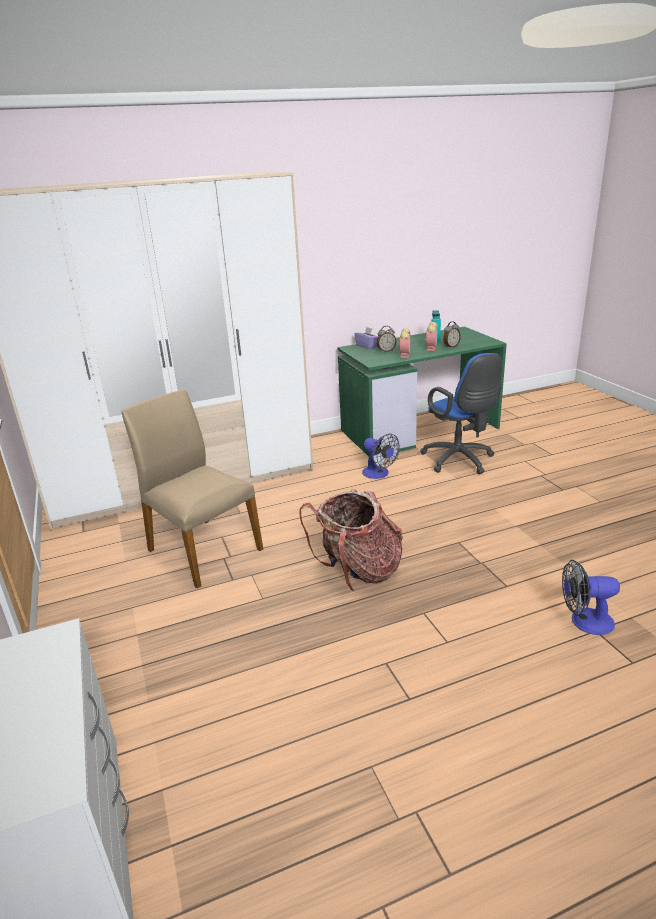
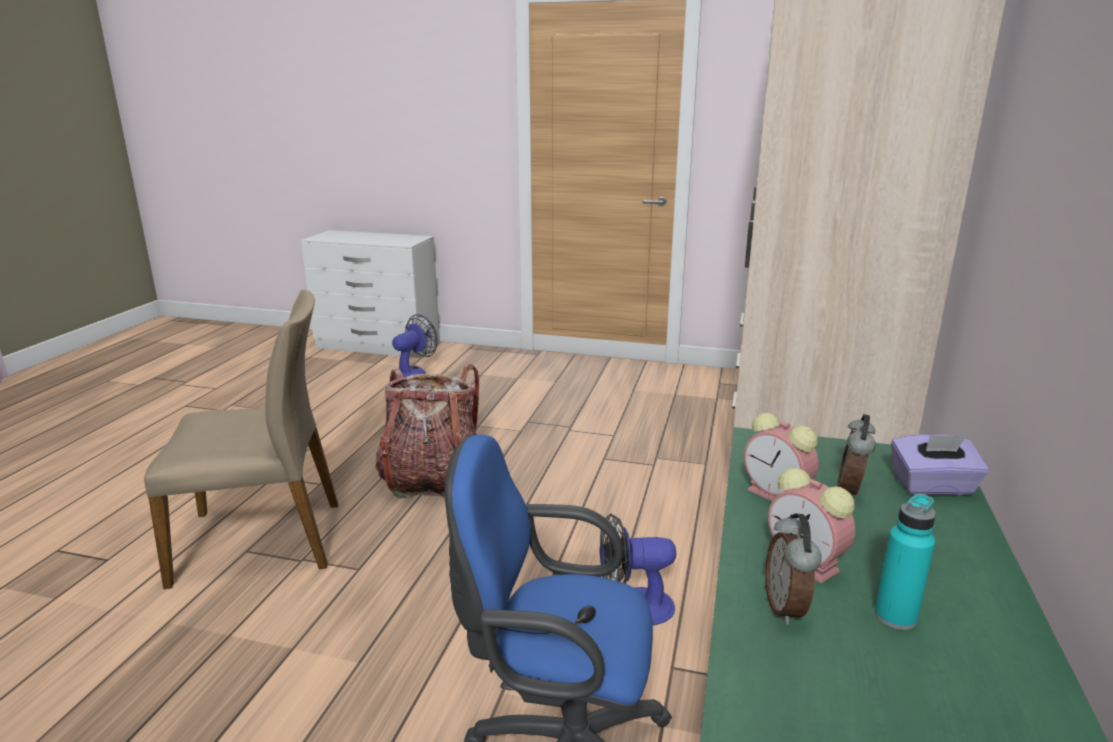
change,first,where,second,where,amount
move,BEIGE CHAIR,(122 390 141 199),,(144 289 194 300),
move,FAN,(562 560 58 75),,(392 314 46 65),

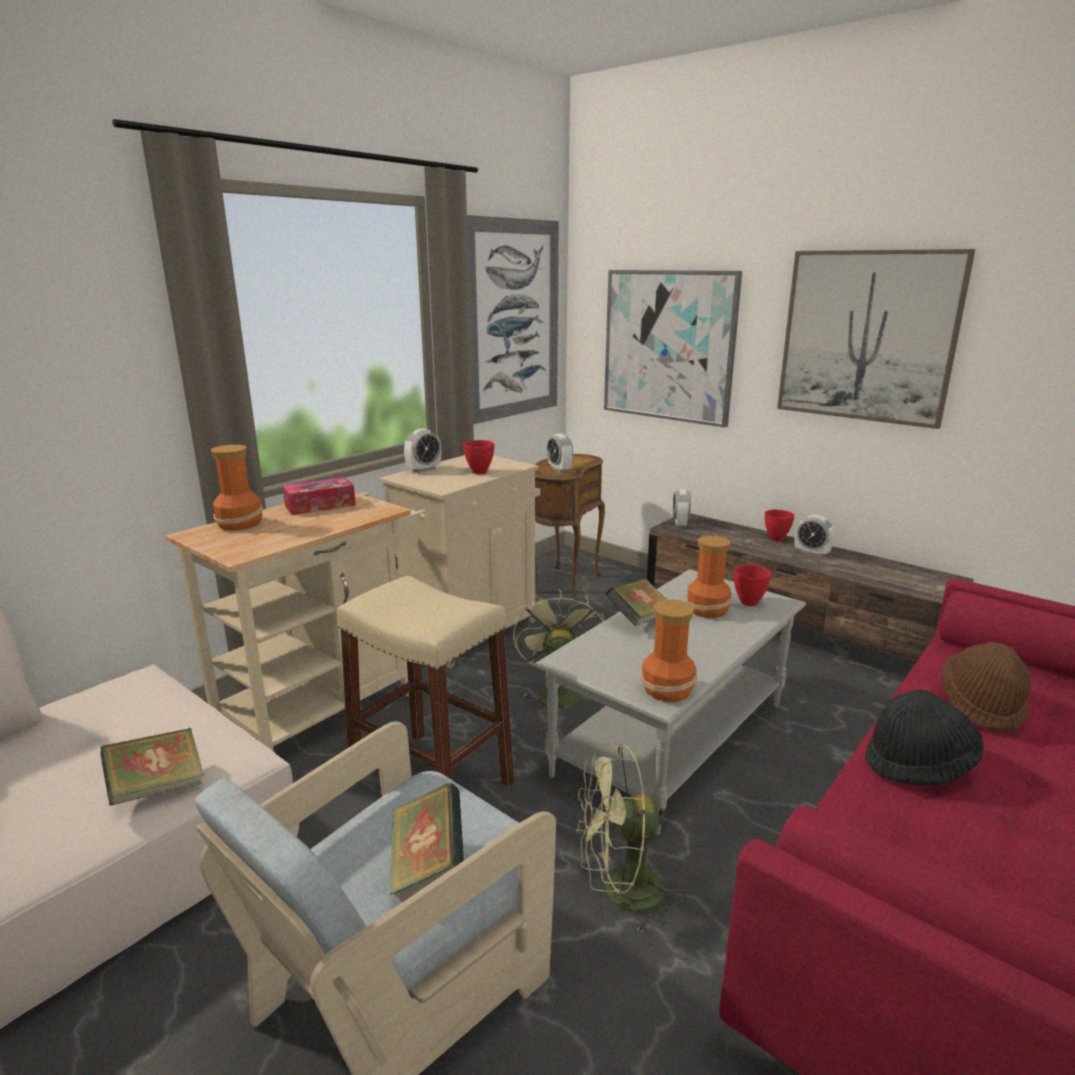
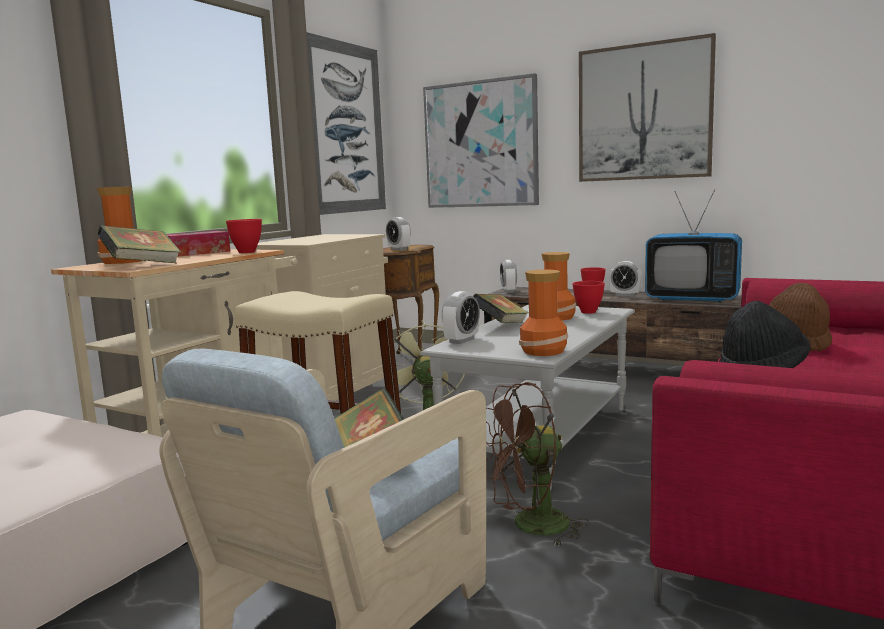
change,first,where,second,where,amount
move,BOOK,(100 728 104 78),,(98 225 83 39),
move,RED BOWL,(463 440 32 34),,(226 219 36 34),
move,ALARM CLOCK,(404 428 37 45),,(442 291 38 53),
recolor,GREEN FAN,(577 745 108 189),BROWN FAN,(486 382 103 165),
insert,,,TELEVISION,(645 190 97 112),

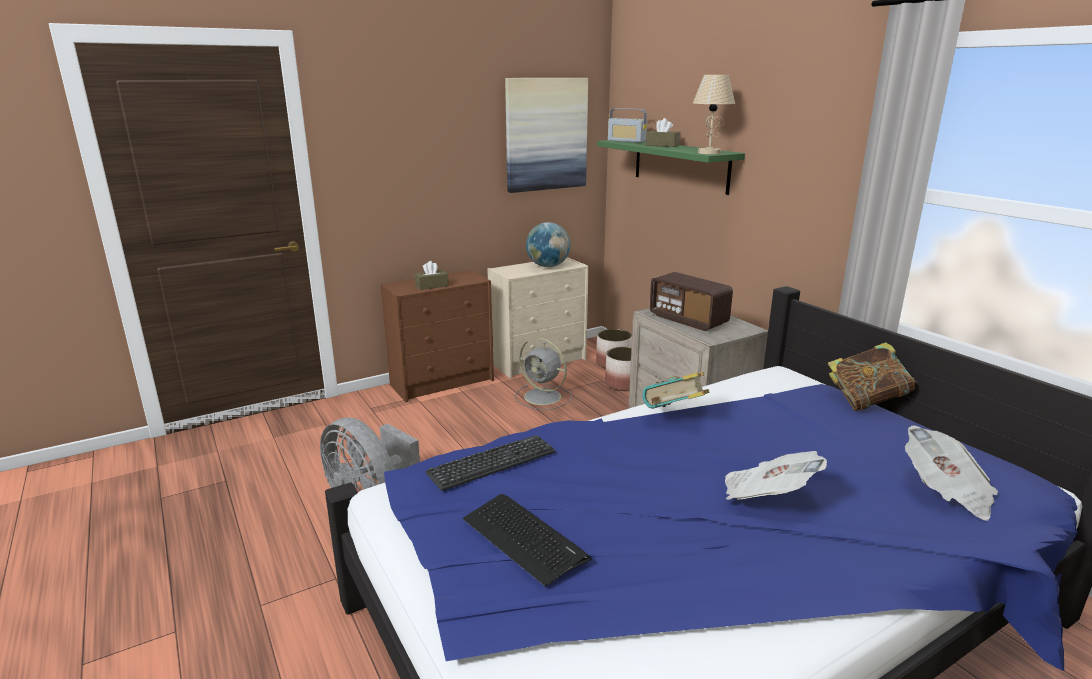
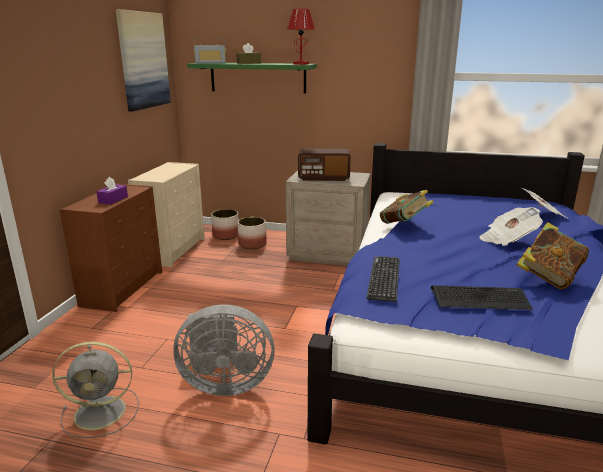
change,first,where,second,where,amount
move,GREY FAN,(515 338 57 72),,(52 341 87 97),
recolor,BROWN TISSUE BOX,(415 261 34 29),PURPLE TISSUE BOX,(97 177 31 28),
recolor,BEIGE TABLE LAMP,(693 75 42 79),RED TABLE LAMP,(287 9 28 56),
move,BOOK,(828 342 90 69),,(516 222 73 67),
delete,GLOBE,(526 222 45 45),,,

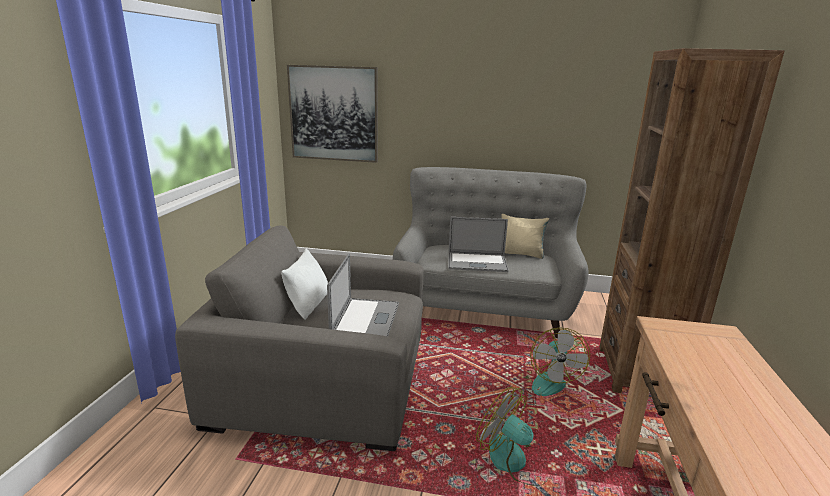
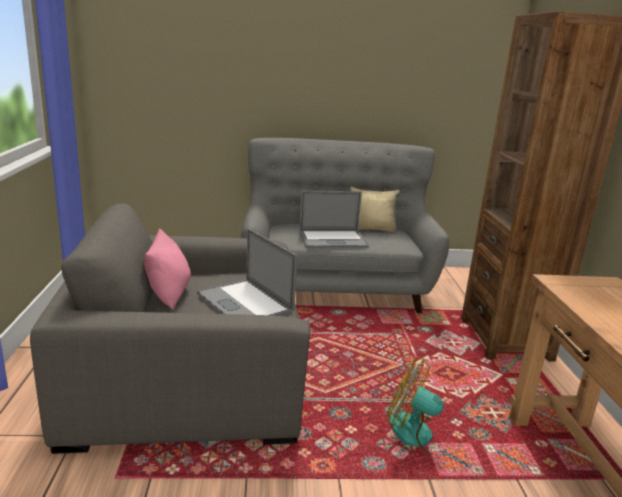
change,first,where,second,where,amount
recolor,WHITE PILLOW,(281 248 47 72),PINK PILLOW,(144 228 47 82),
rotate,LAPTOP,(327 253 72 84),,(197 228 100 88),150 degrees clockwise
delete,PICTURE,(287 65 91 98),,,
delete,FAN,(524 327 66 69),,,

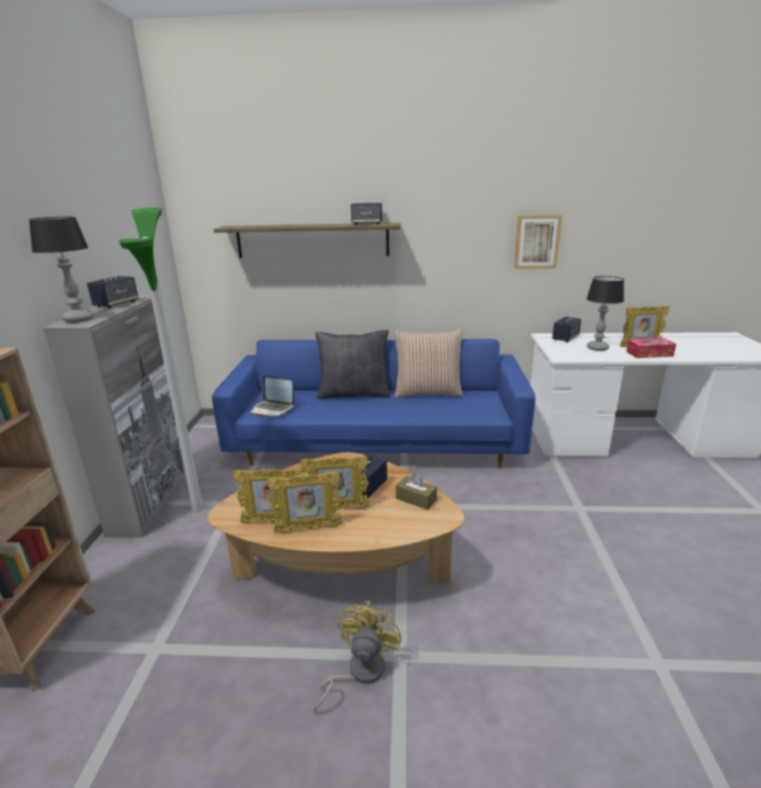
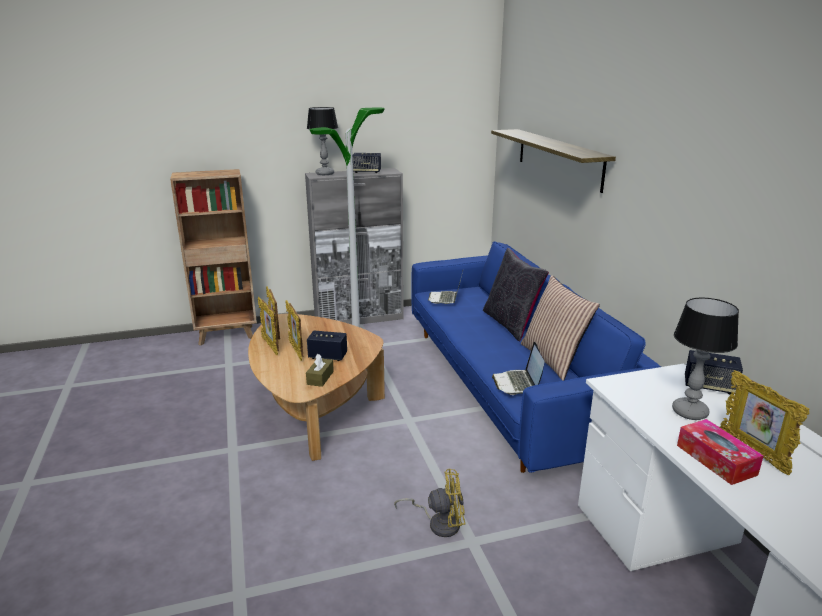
change,first,where,second,where,amount
move,YELLOW FAN,(314 601 87 110),,(394 469 71 68),
insert,,,LAPTOP,(492 342 53 53),
delete,SPEAKER,(351 202 31 23),,,
delete,PICTURE,(514 215 48 54),,,

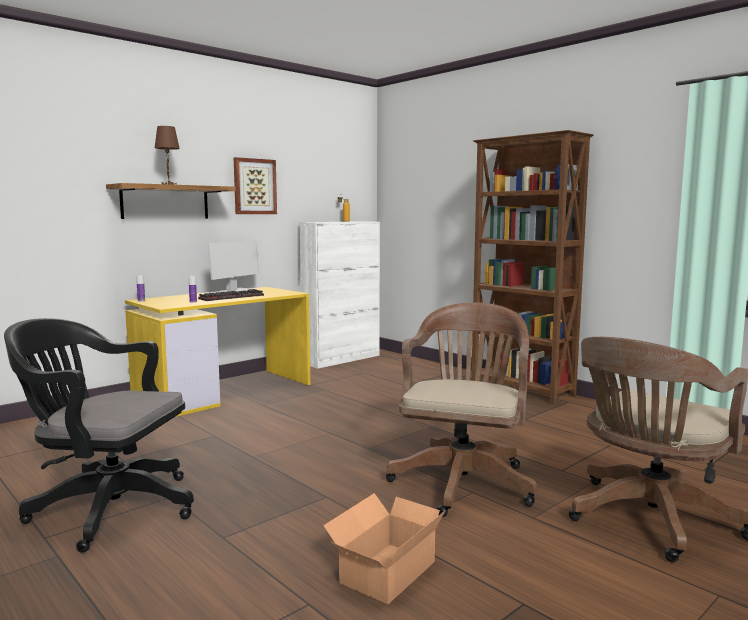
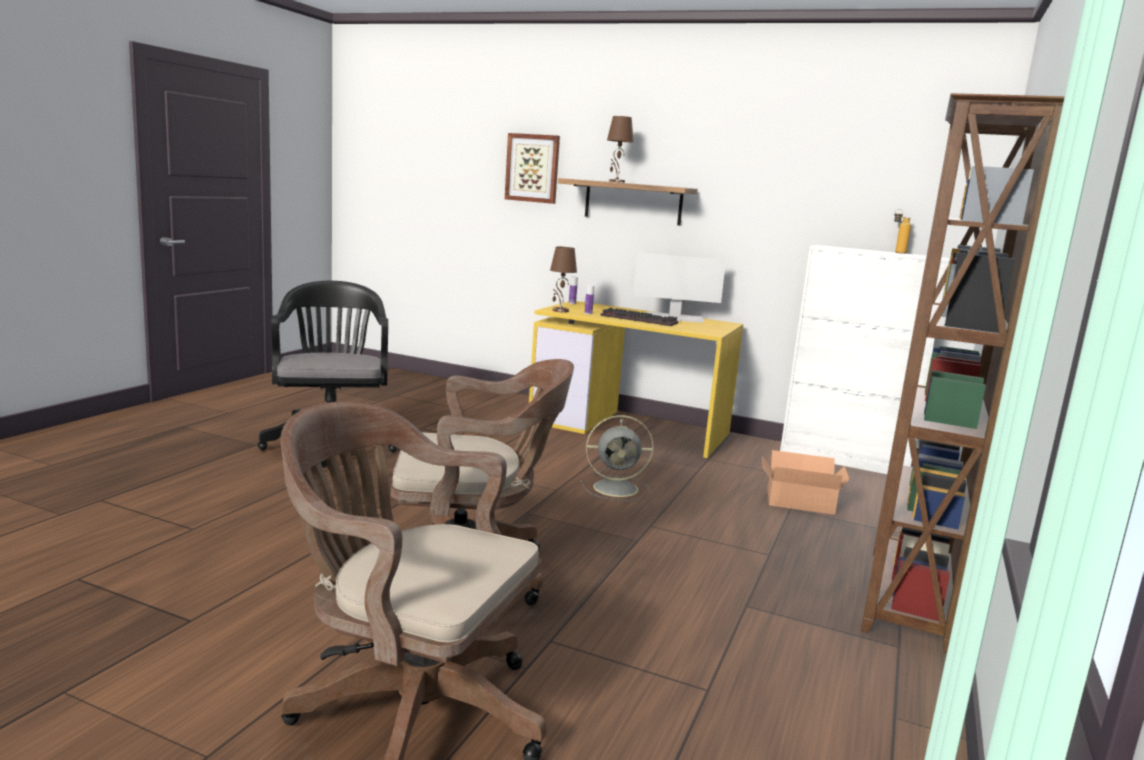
change,first,where,second,where,amount
move,PICTURE,(234 157 43 57),,(505 133 55 71),
insert,,,BROWN TABLE LAMP,(550 247 27 65),
insert,,,GREY FAN,(580 415 73 86),
move,CARDBOARD BOX,(323 493 122 111),,(762 450 88 65),

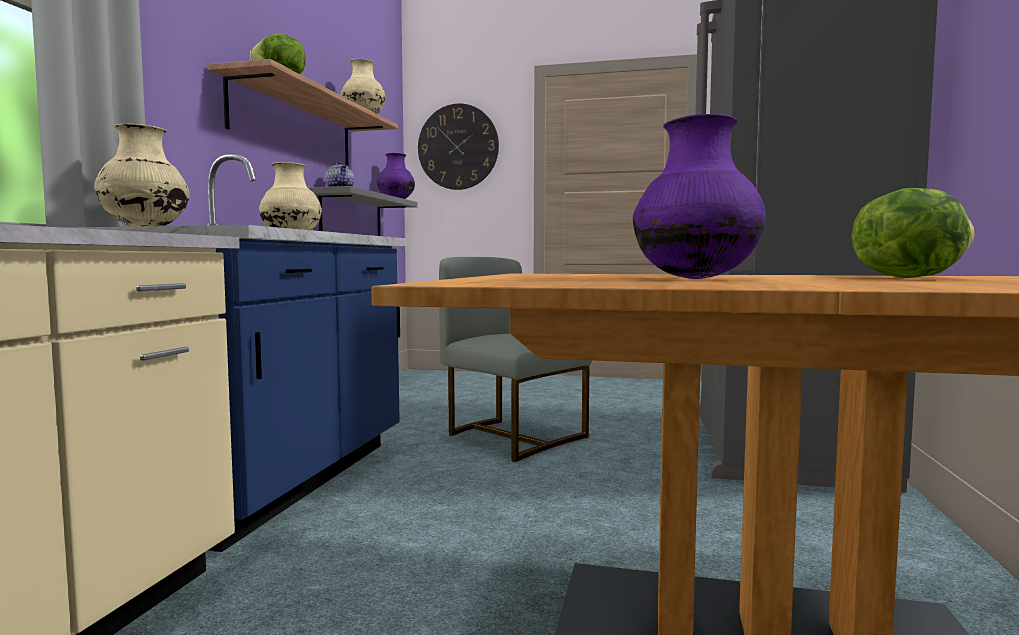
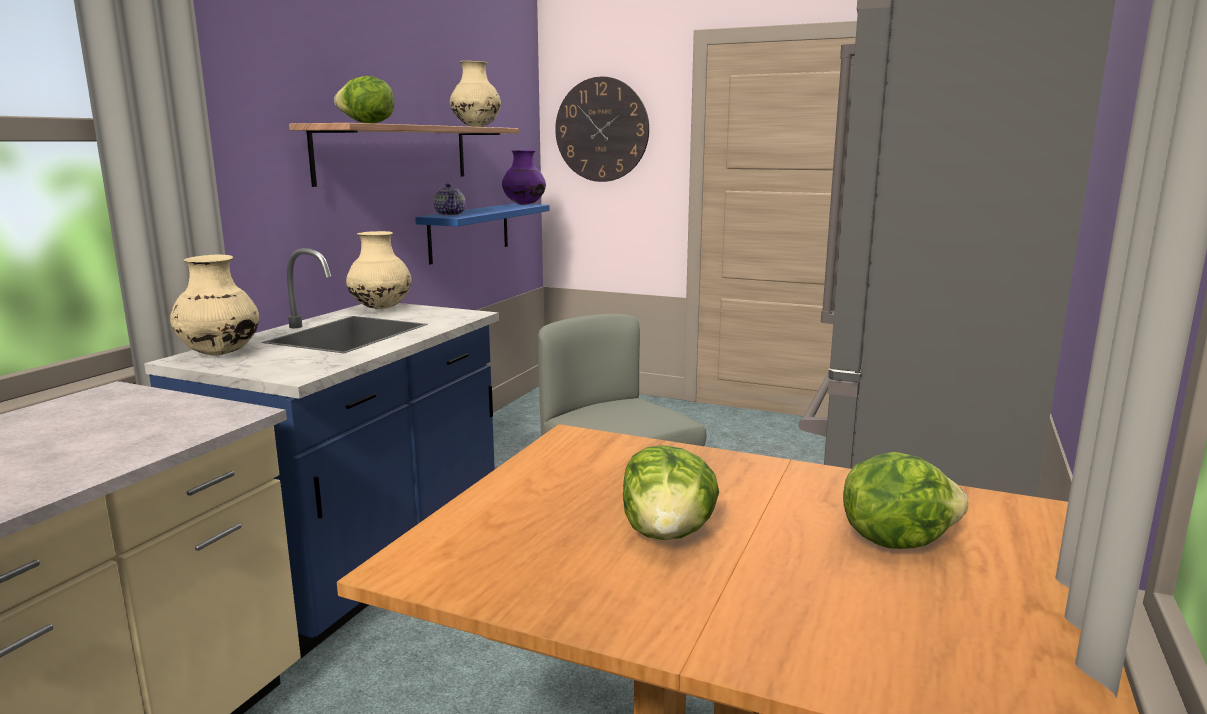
change,first,where,second,where,amount
recolor,GREY SHELF,(310 186 108 50),BLUE SHELF,(415 203 135 62),
replace,PURPLE VASE,(633 114 133 165),LETTUCE,(623 445 96 95),

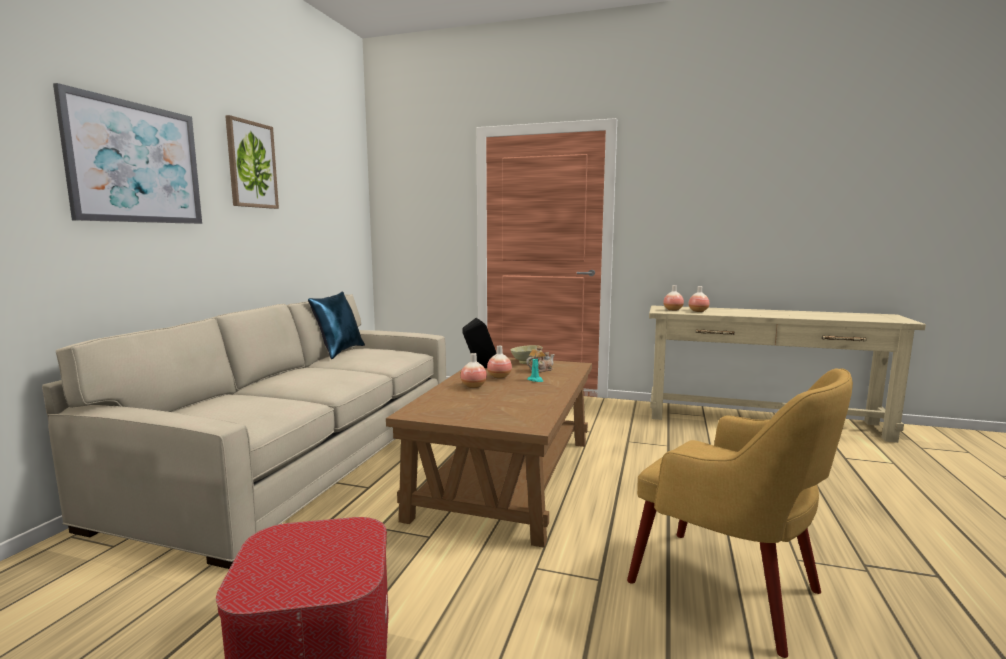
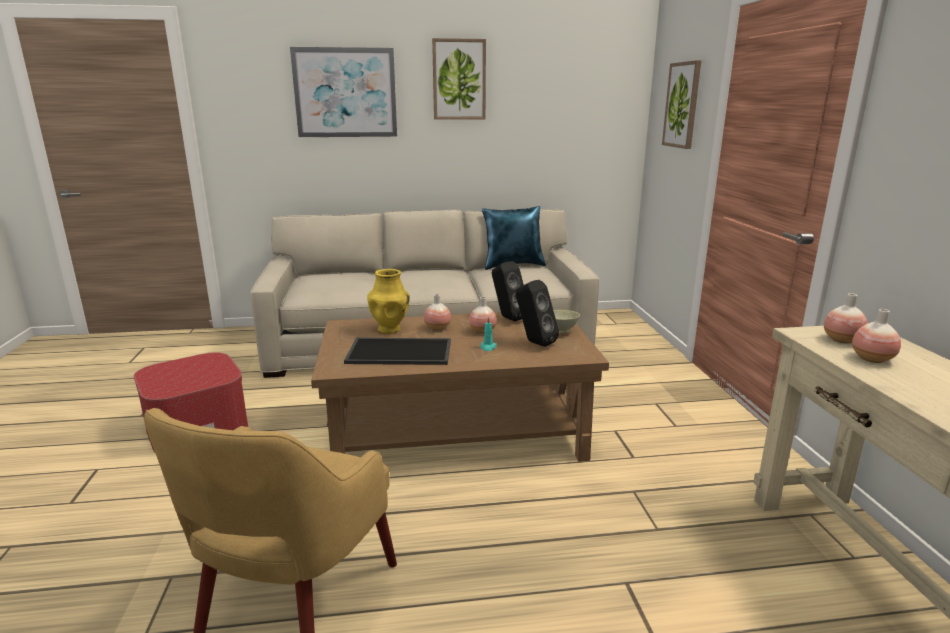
change,first,where,second,where,amount
insert,,,TRAY,(344 338 107 27),
insert,,,YELLOW VASE,(367 269 43 65),
replace,TEAPOT,(526 346 29 27),BLACK SPEAKER,(516 280 43 67),
insert,,,PICTURE,(662 60 39 89),

